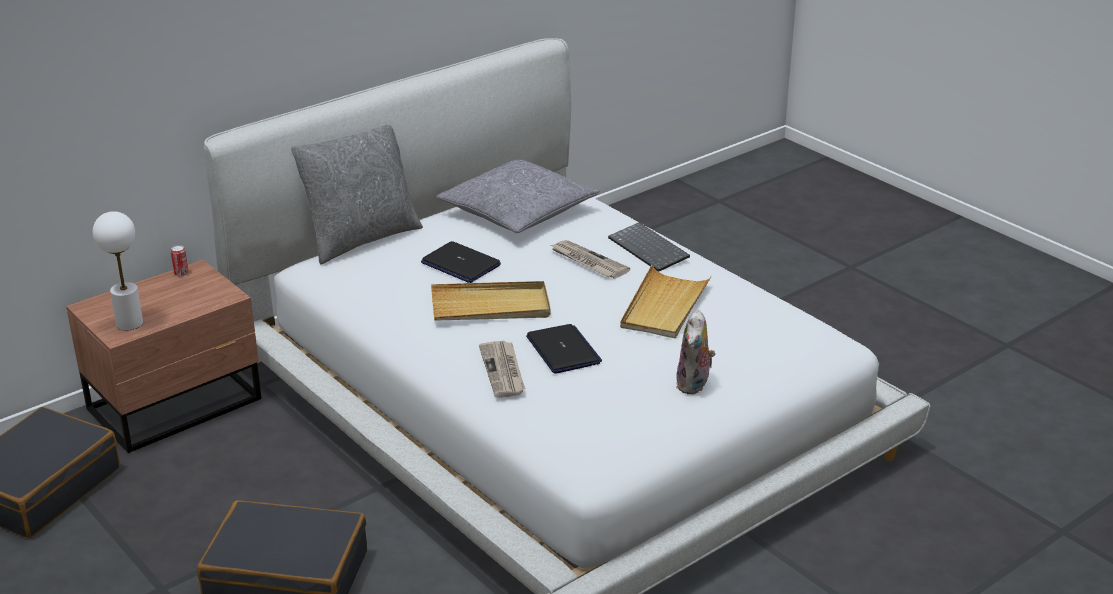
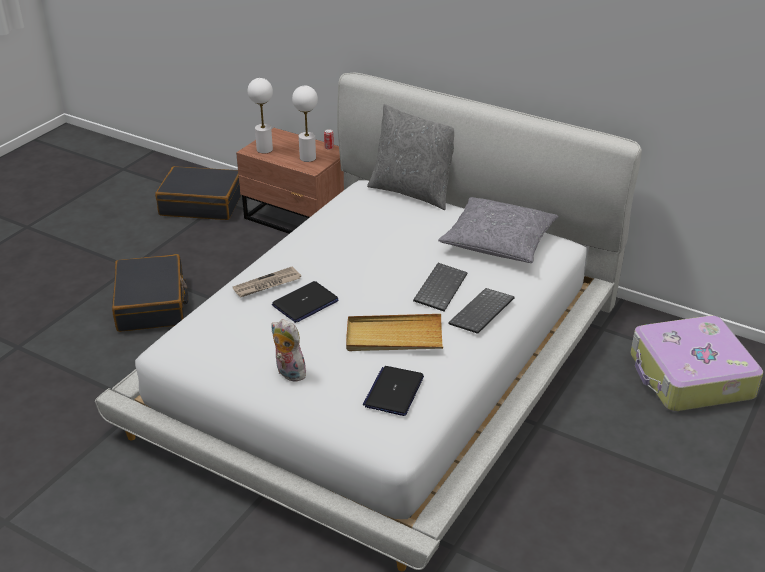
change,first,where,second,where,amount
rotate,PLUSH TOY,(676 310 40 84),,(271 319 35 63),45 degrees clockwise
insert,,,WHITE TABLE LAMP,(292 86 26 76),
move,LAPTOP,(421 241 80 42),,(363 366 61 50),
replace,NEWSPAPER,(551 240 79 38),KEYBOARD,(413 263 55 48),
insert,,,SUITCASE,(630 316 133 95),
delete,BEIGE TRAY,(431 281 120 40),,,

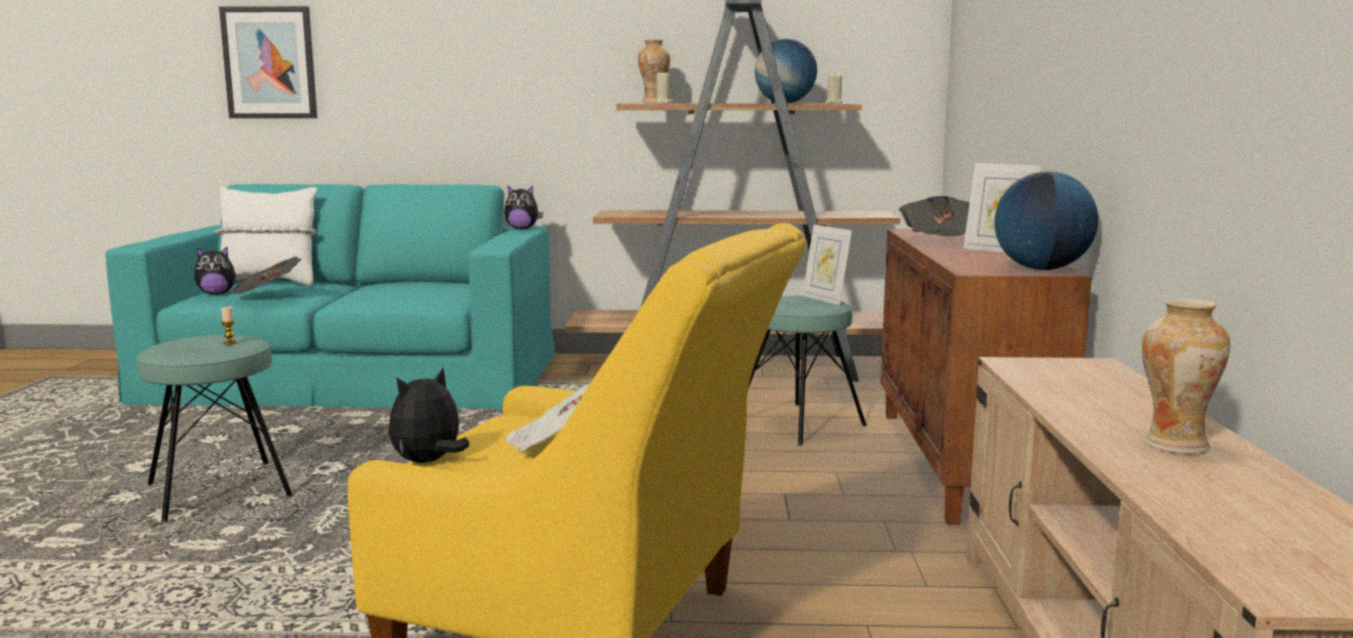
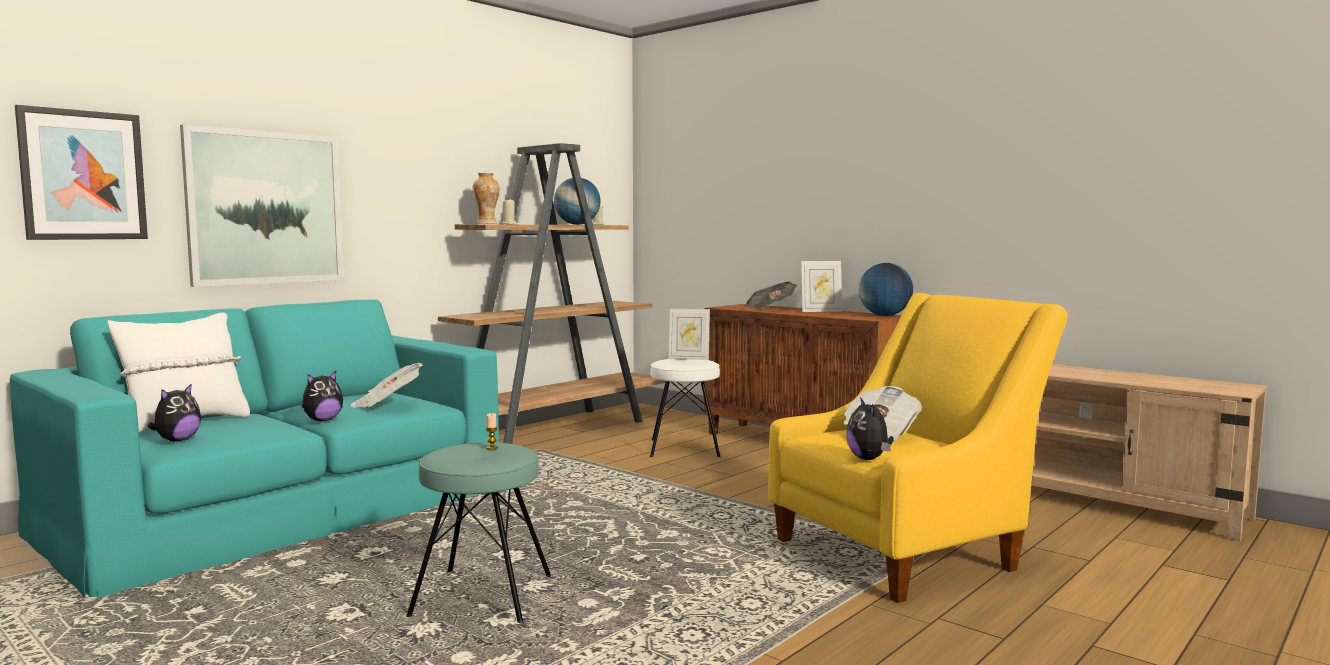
change,first,where,second,where,amount
insert,,,PICTURE,(180 124 164 163),
move,PLUSH TOY,(504 186 39 44),,(302 371 41 50),
move,NEWSPAPER,(228 256 73 38),,(351 363 72 45),
recolor,TURQUOISE STOOL,(748 296 119 150),WHITE STOOL,(650 359 70 98),
delete,VASE,(1142 299 88 155),,,

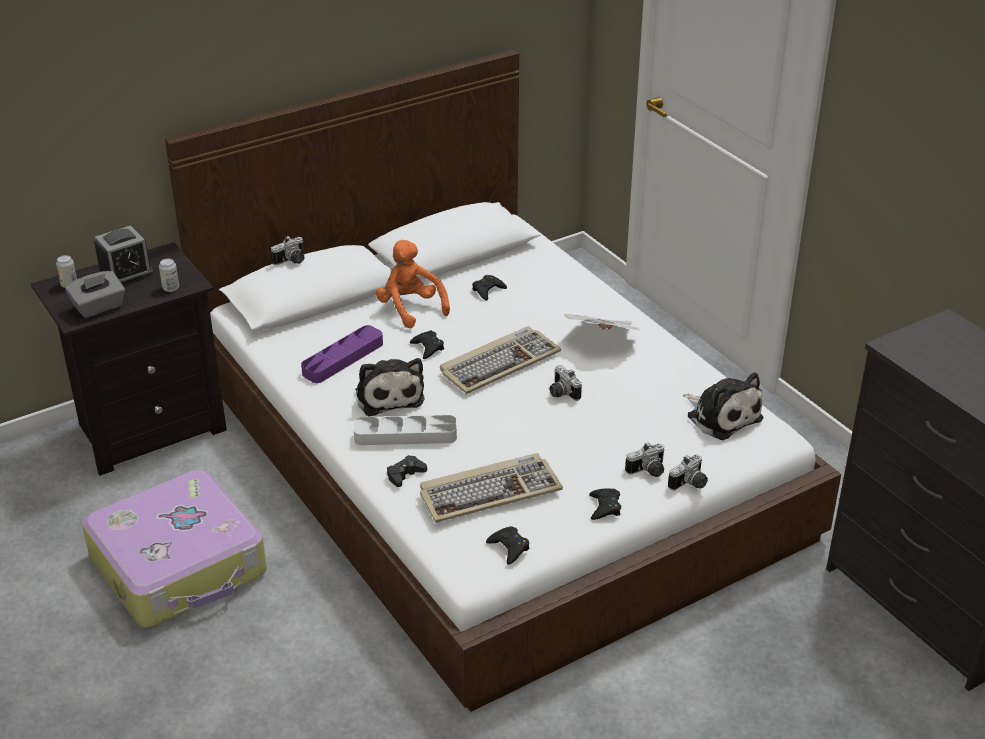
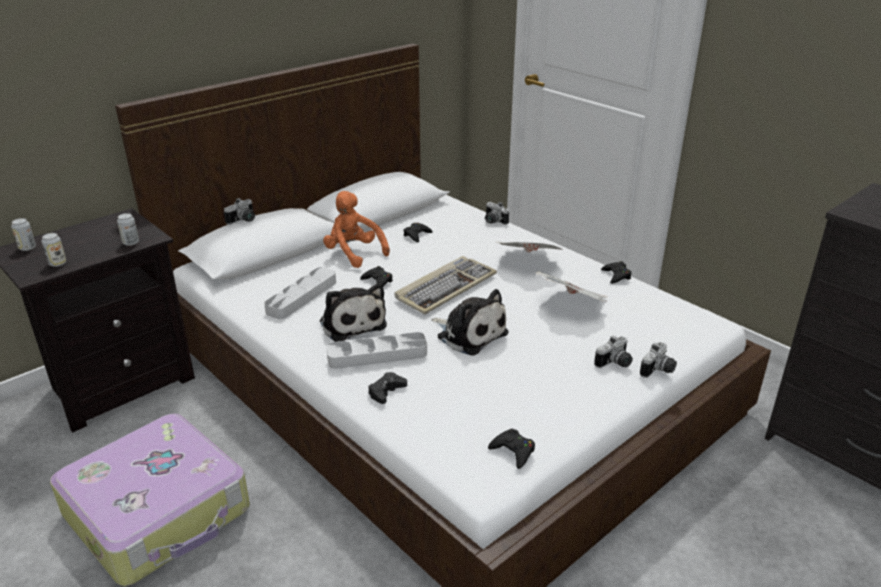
change,first,where,second,where,amount
replace,GREY TISSUE BOX,(65 271 60 47),CAN,(42 233 24 34),
recolor,PURPLE TRAY,(301 325 82 58),GREY TRAY,(264 267 72 52),
move,PLUSH TOY,(683 372 80 68),,(432 289 76 67),
move,PHOTO CAMERA,(549 365 33 36),,(485 202 24 23),
insert,,,NEWSPAPER,(535 271 73 31),
move,BLACK GAME CONTROLLER,(589 488 32 32),,(601 261 31 23),
delete,ALARM CLOCK,(94 226 60 56),,,
delete,KEYBOARD,(420 453 143 70),,,

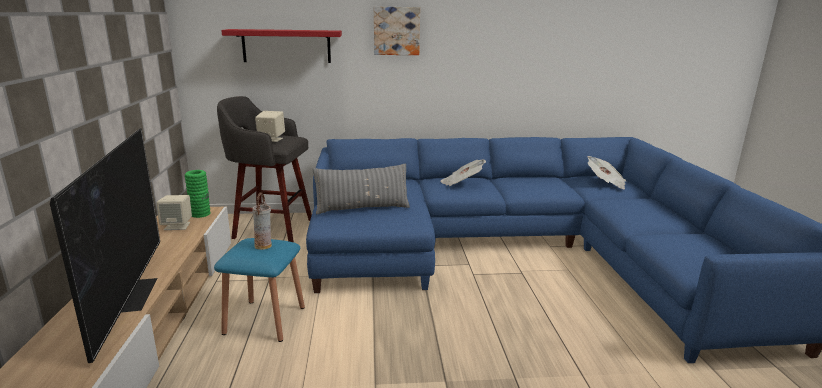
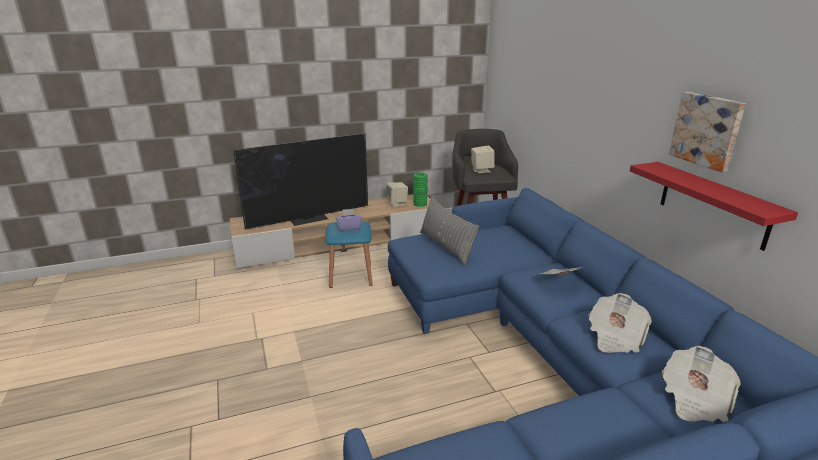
change,first,where,second,where,amount
replace,VASE,(252 192 20 58),PURPLE TISSUE BOX,(336 209 26 22),
insert,,,NEWSPAPER,(588 293 64 60),
move,RED SHELF,(221 29 121 34),,(630 162 168 89),
move,PICTURE,(374 7 46 48),,(669 92 77 80),

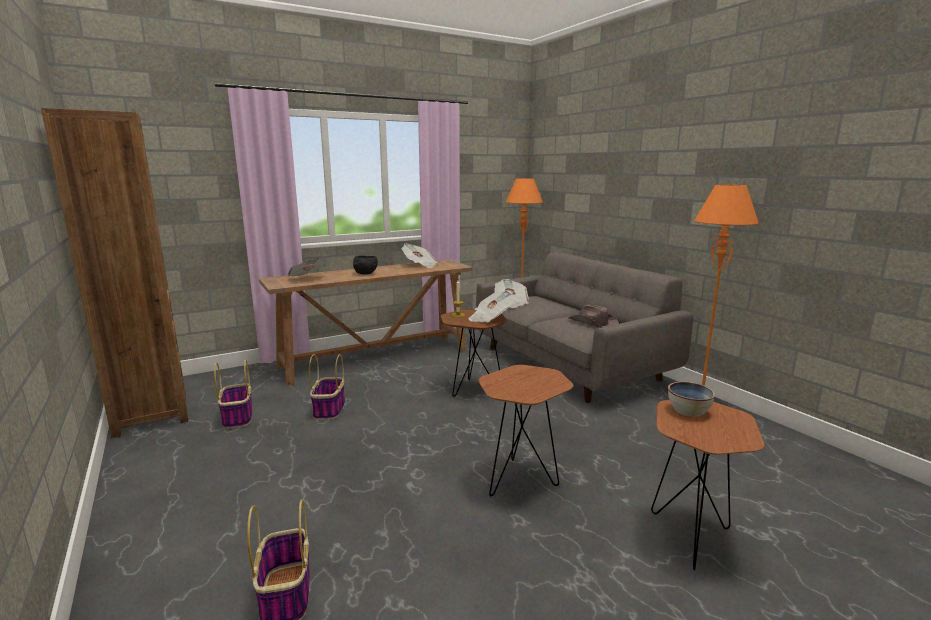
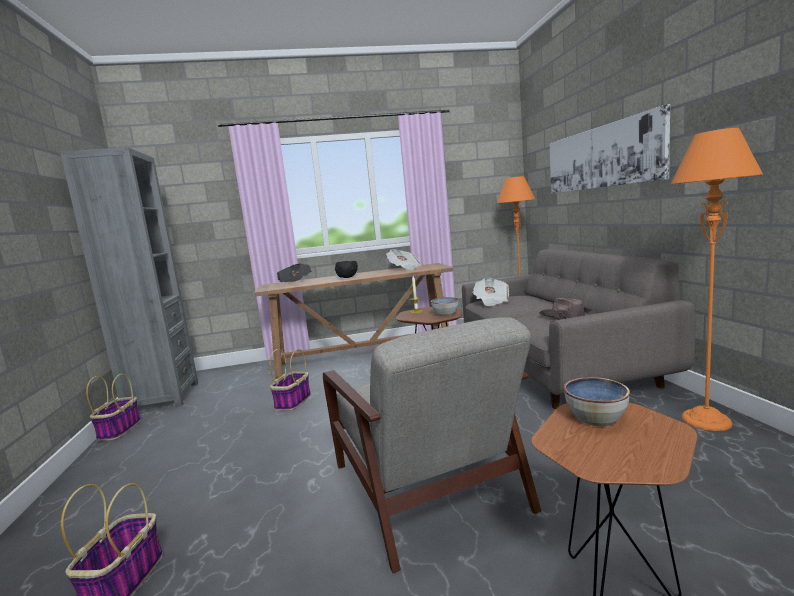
change,first,where,second,where,amount
recolor,BROWN BOOKCASE,(41 108 147 330),GREY BOOKCASE,(60 147 138 260),
move,BASKET,(214 360 38 69),,(86 374 55 67),
replace,BROWN SIDE TABLE,(478 365 95 132),GREY ARMCHAIR,(323 317 219 256),
replace,NEWSPAPER,(468 291 46 31),BOWL,(431 297 28 19),
insert,,,PICTURE,(550 104 120 90),

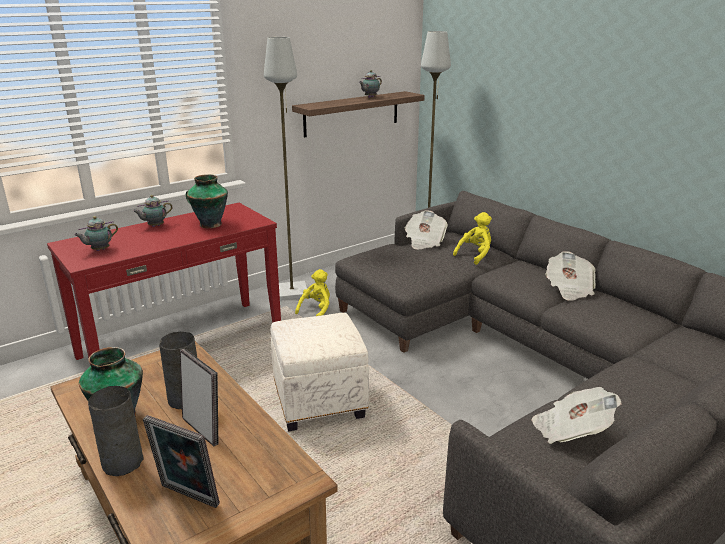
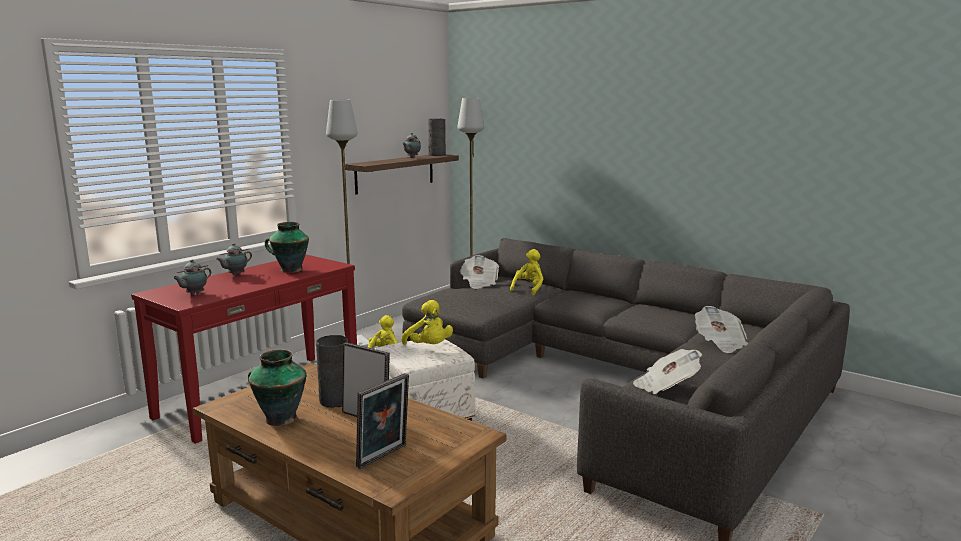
change,first,where,second,where,amount
rotate,PICTURE FRAME,(143 415 77 93),,(356 373 53 96),60 degrees counterclockwise
insert,,,YELLOW PLUSH TOY,(401 300 52 45),
move,GREY VASE,(88 386 56 90),,(428 119 18 37),
move,NEWSPAPER,(545 251 51 50),,(695 306 53 47),

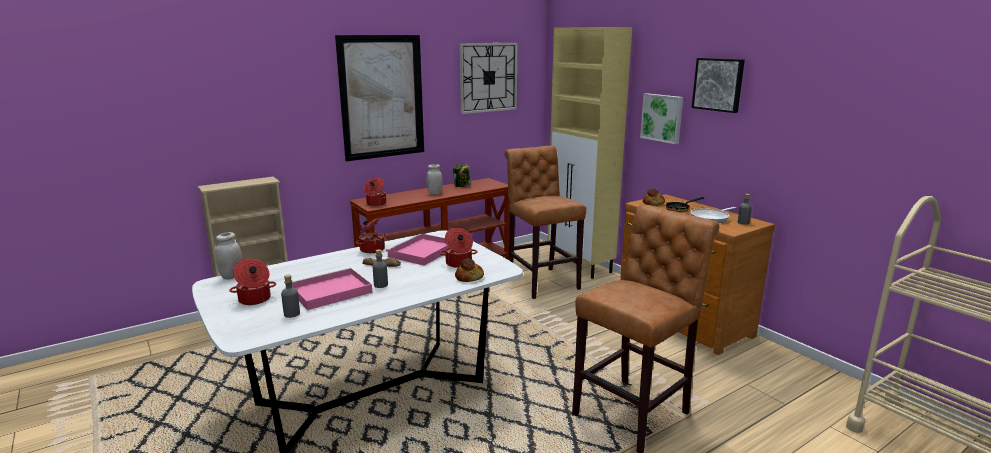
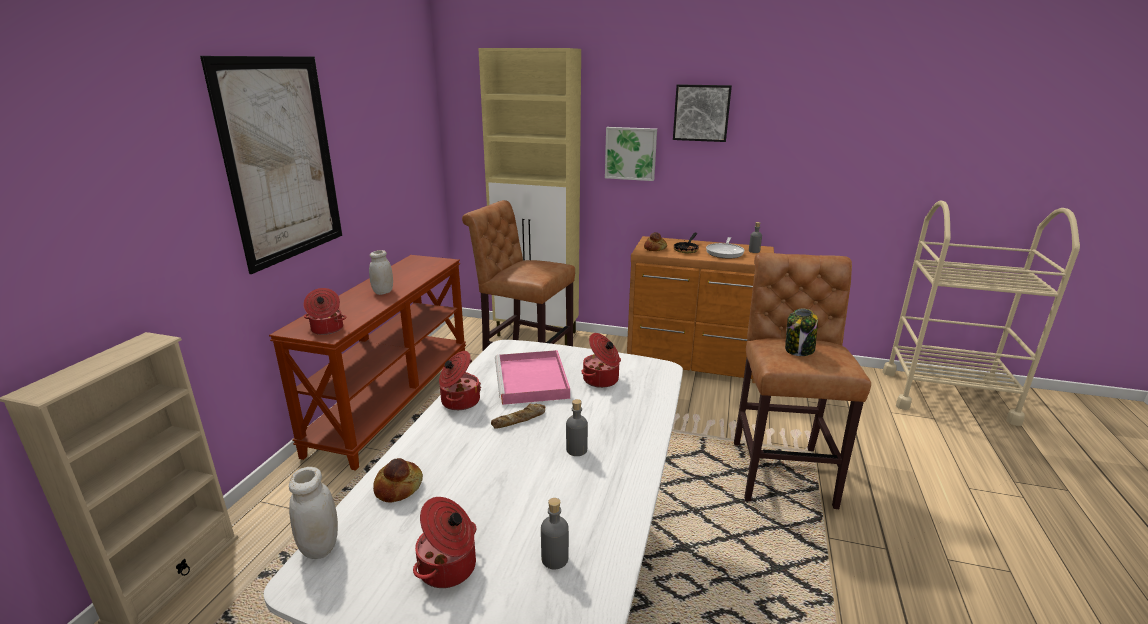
change,first,where,second,where,amount
move,BREAD,(455 258 29 24),,(373 458 50 44),
move,JAR,(453 163 18 24),,(785 309 33 47),
delete,PINK TRAY,(292 268 80 42),,,
delete,WALL CLOCK,(459 43 58 71),,,

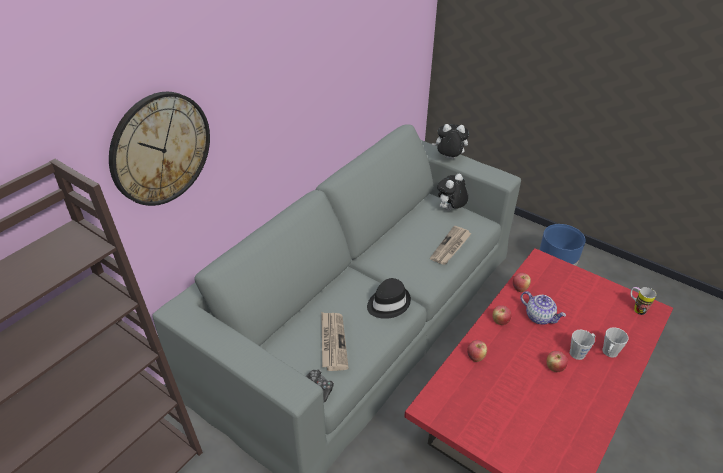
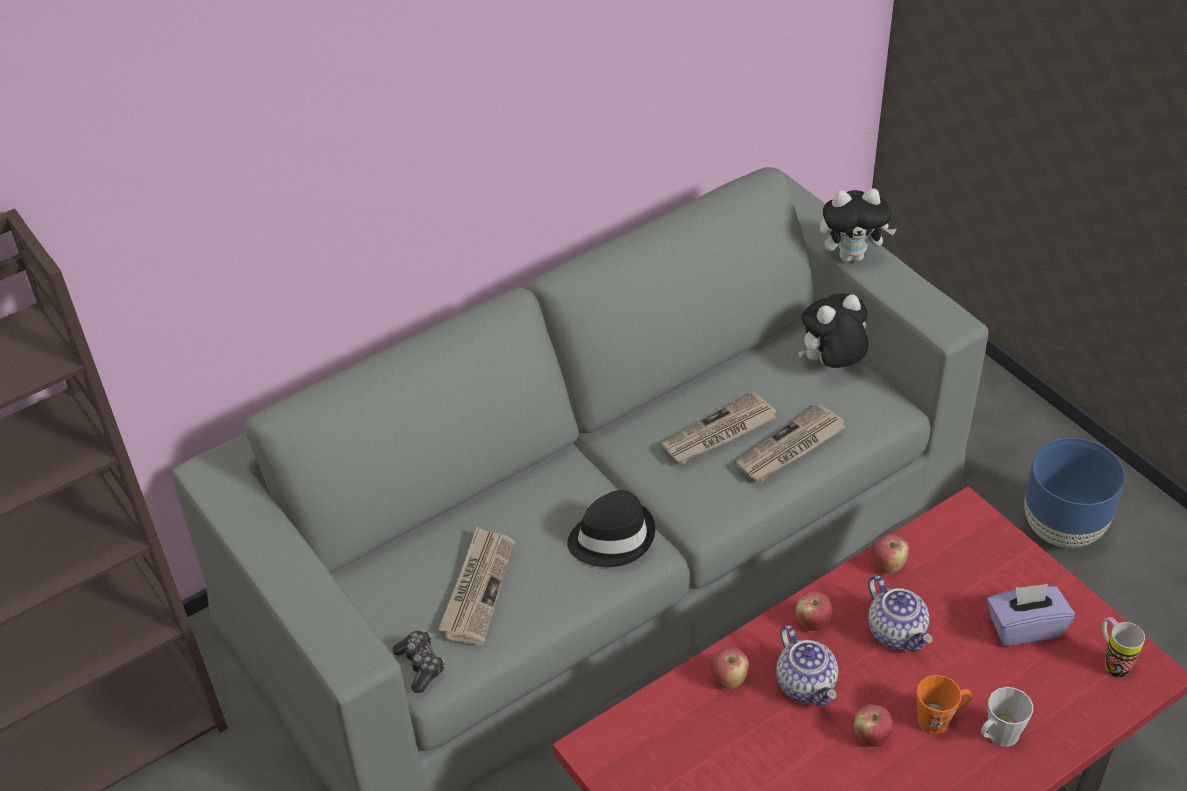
change,first,where,second,where,amount
insert,,,NEWSPAPER,(661 391 116 73),
insert,,,TEAPOT,(776 625 62 82),
rotate,PLUSH TOY,(432 124 37 35),,(820 189 77 73),150 degrees clockwise
recolor,GREY MUG,(570 330 26 30),ORANGE MUG,(917 675 55 60),
insert,,,PURPLE TISSUE BOX,(987 584 88 62),
delete,WALL CLOCK,(109 92 101 114),,,

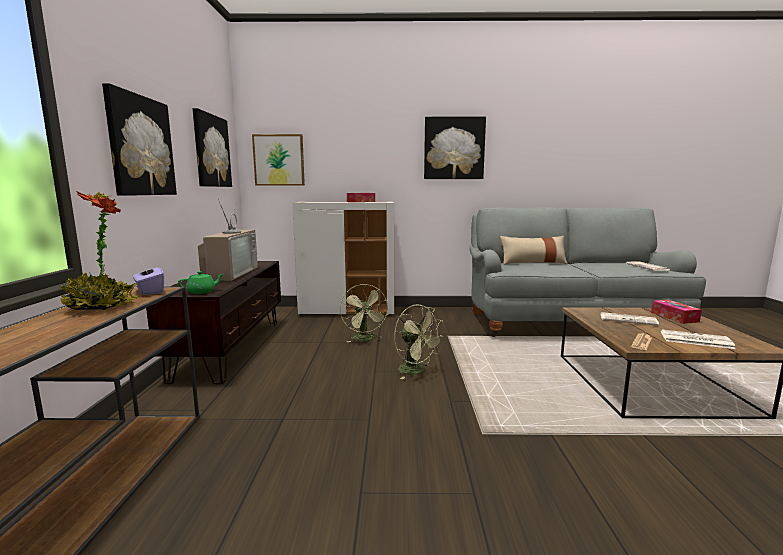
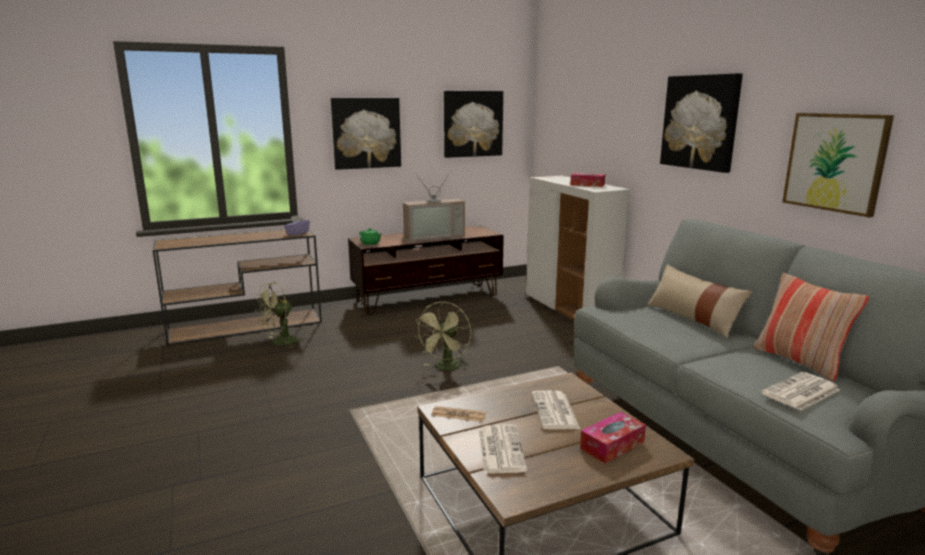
change,first,where,second,where,amount
move,GREEN FAN,(340 284 48 58),,(256 282 50 66),
insert,,,PILLOW,(754 273 115 109),
move,PICTURE,(252 134 53 52),,(782 113 112 104),
delete,POTTED PLANT,(60 191 79 119),,,

